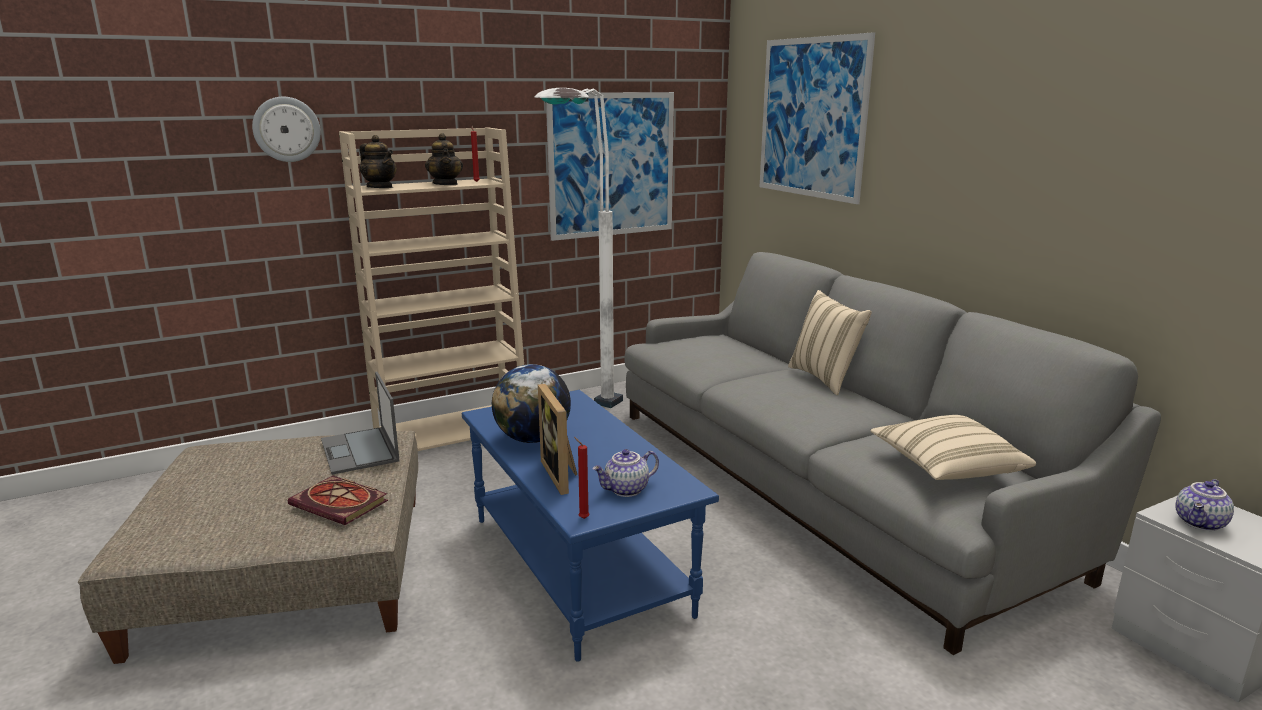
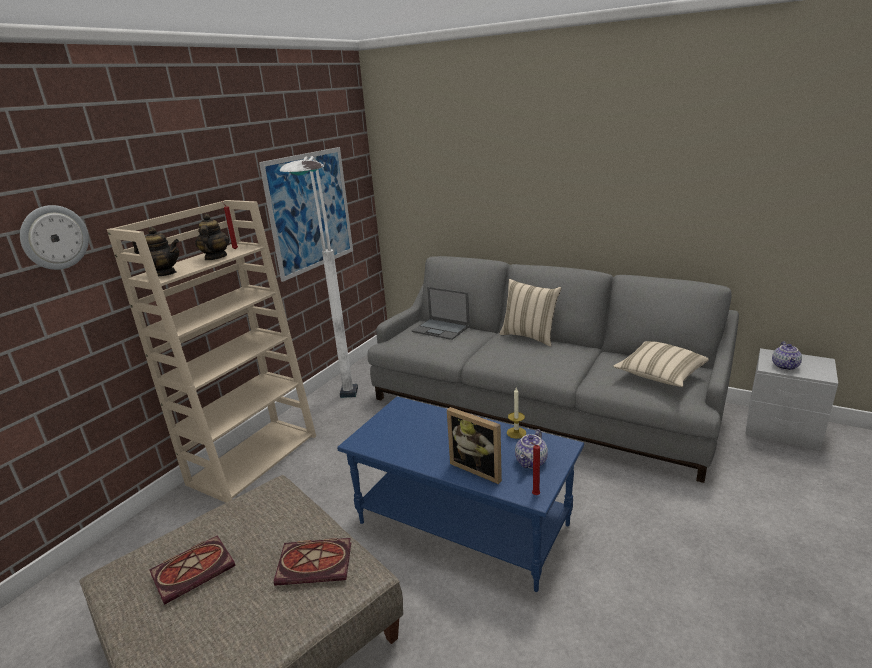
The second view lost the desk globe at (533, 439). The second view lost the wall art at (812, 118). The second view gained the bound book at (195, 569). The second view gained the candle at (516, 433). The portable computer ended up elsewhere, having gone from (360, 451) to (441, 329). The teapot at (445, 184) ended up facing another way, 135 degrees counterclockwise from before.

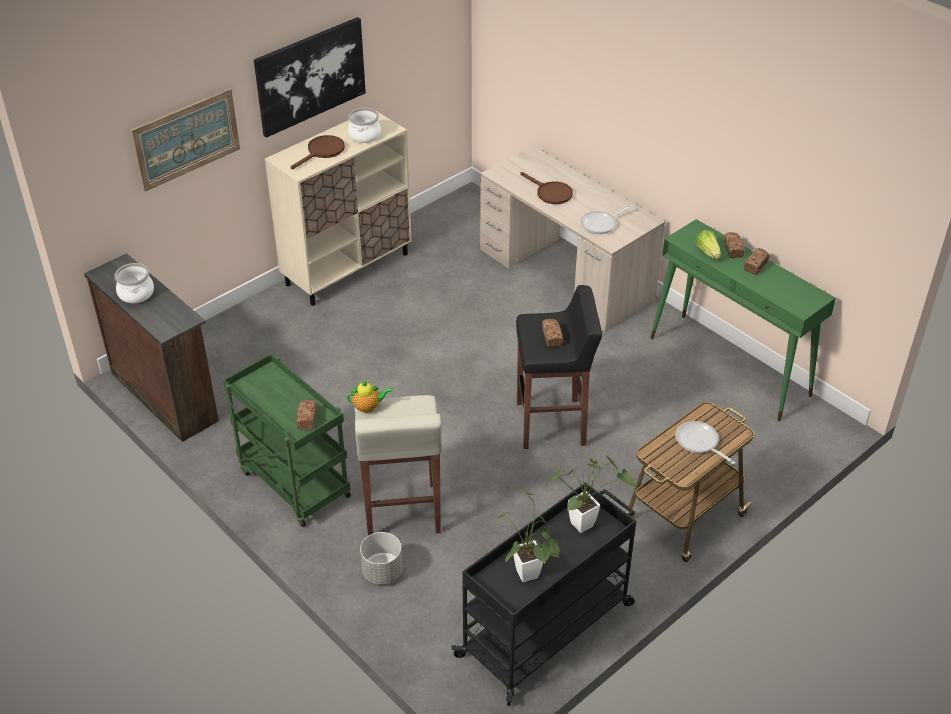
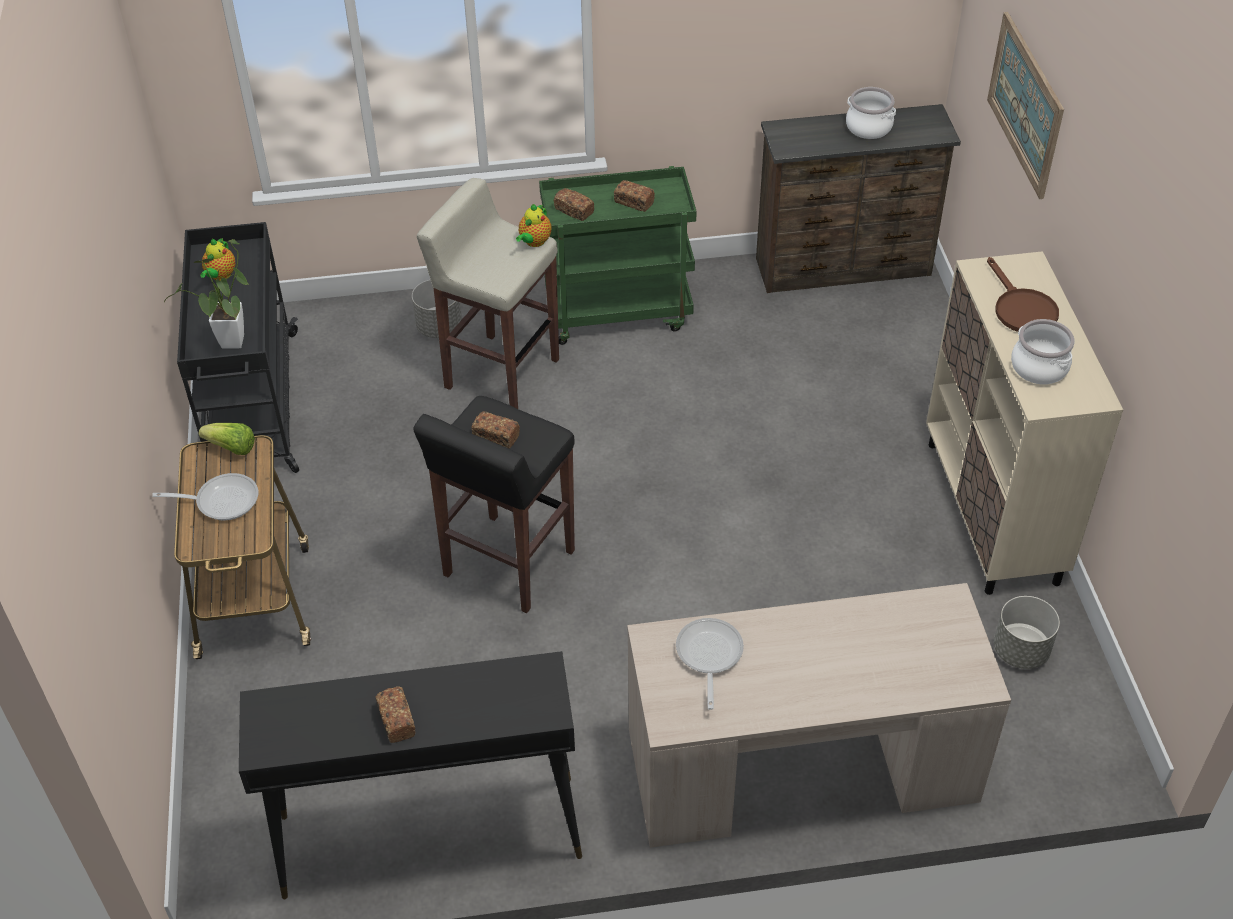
The second view lost the wall art at (310, 76). The second view lost the pan/brown at (550, 193). The second view gained the plant pot/greyish at (1020, 650). The lettuce ended up elsewhere, having gone from (708, 252) to (231, 448). The baked bread ended up elsewhere, having gone from (733, 250) to (634, 202). Where the plant in a pot stood at (529, 578), the teapot came to stand at (220, 276). What was the console table/green at (730, 366) turned into the console table/blackish at (428, 837).

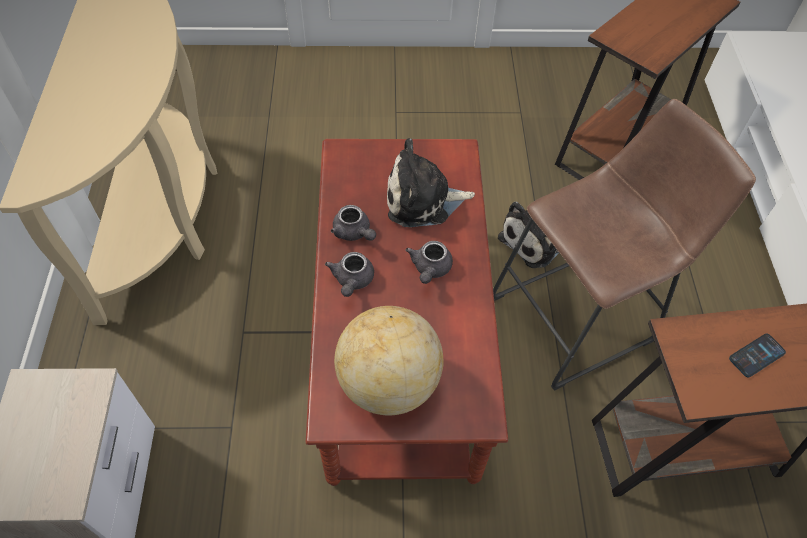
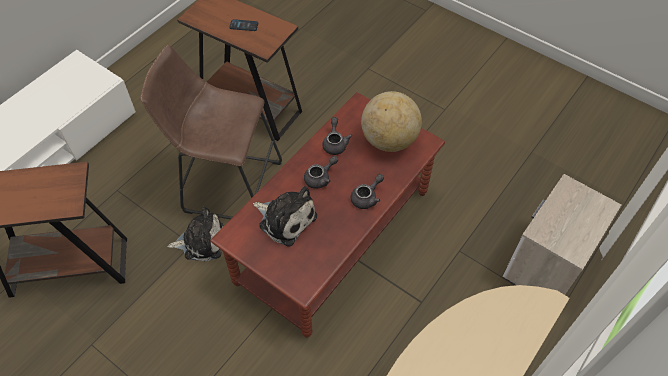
The teapot/greyish ended up elsewhere, having gone from (354, 233) to (335, 143).

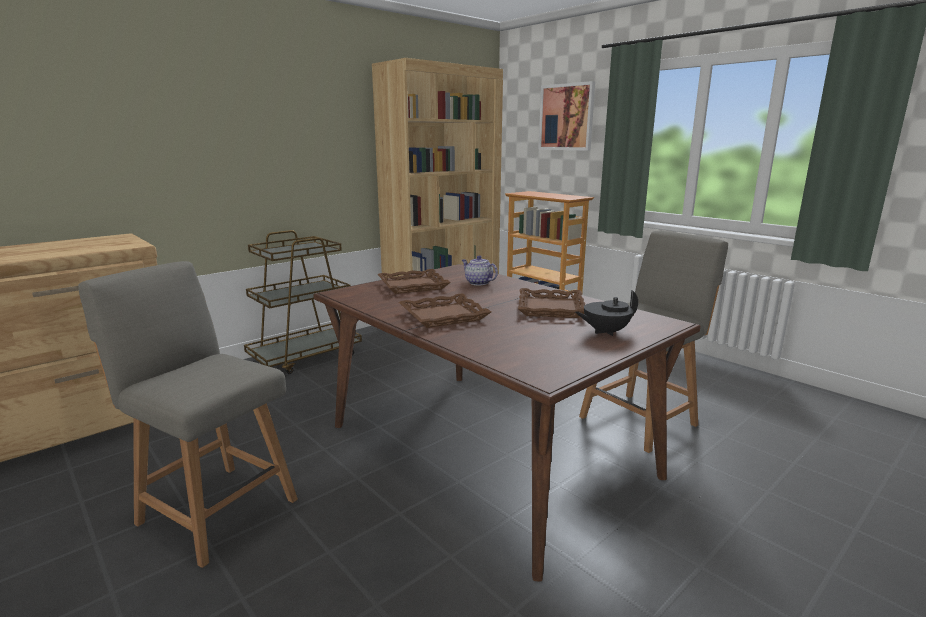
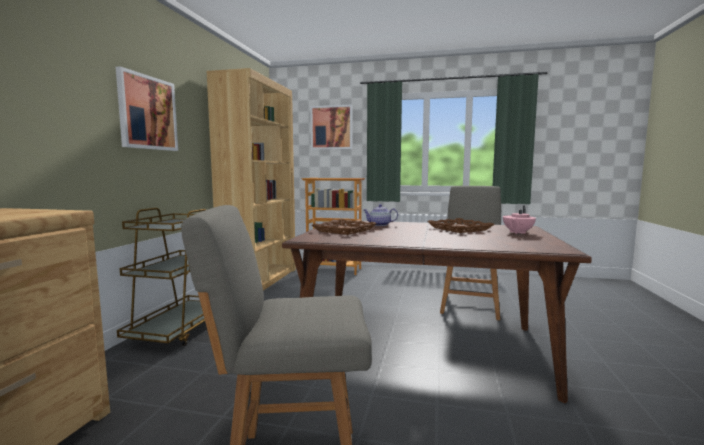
The second view lost the tray/brown at (443, 316). The second view gained the wall art at (147, 113). What was the teapot/blackish at (605, 332) turned into the teapot/pink at (517, 233).

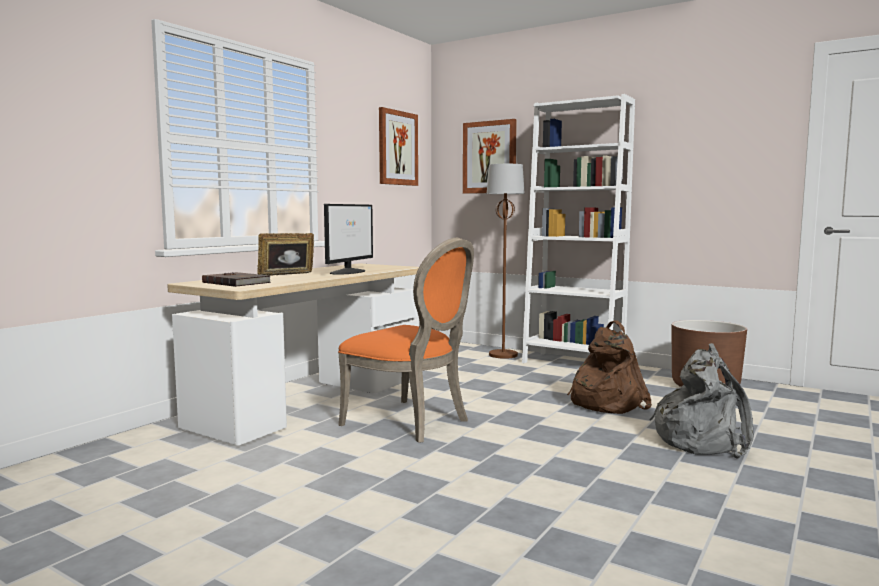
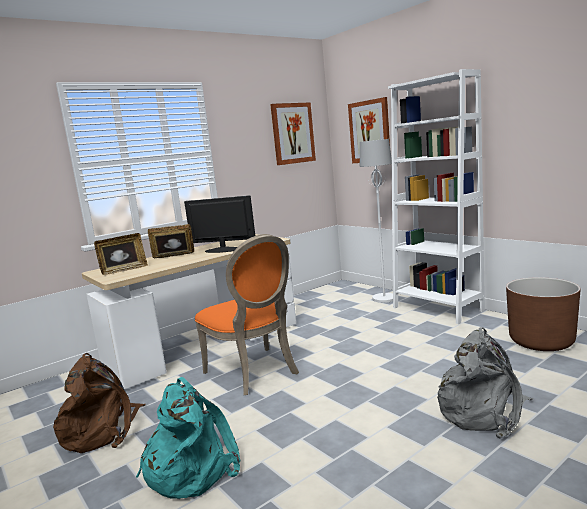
The second view gained the knapsack/turquoise-coloured at (191, 468). The knapsack/brown ended up elsewhere, having gone from (605, 403) to (102, 430). Where the bound book/brown stood at (237, 282), the picture frame came to stand at (124, 270). What was the standard lamp/brown at (503, 355) turned into the standard lamp/whitish at (384, 298). The computer display at (348, 272) ended up facing another way, 120 degrees counterclockwise from before.

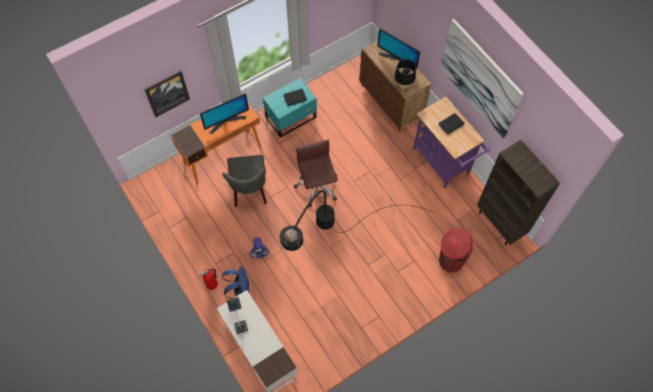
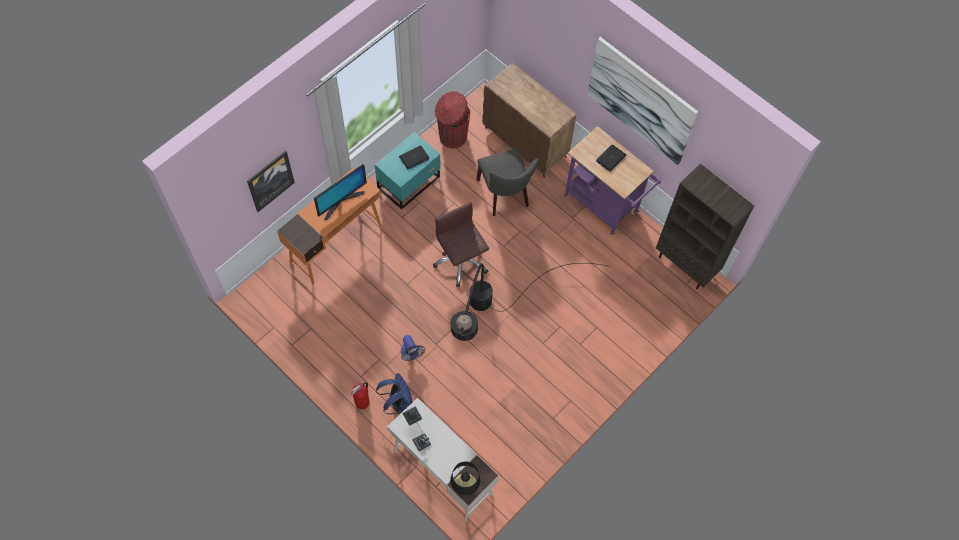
The second view lost the computer display at (397, 60). The upright chair/greyish ended up elsewhere, having gone from (250, 191) to (504, 195). The table lamp/blackish ended up elsewhere, having gone from (403, 85) to (465, 486). The waste bin/red-coloured ended up elsewhere, having gone from (450, 261) to (452, 137).

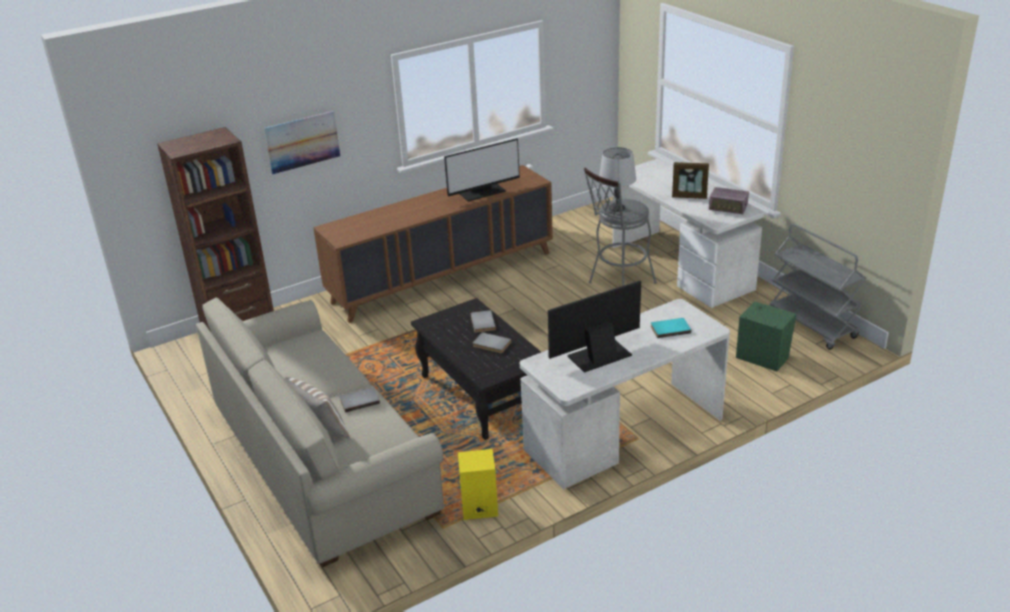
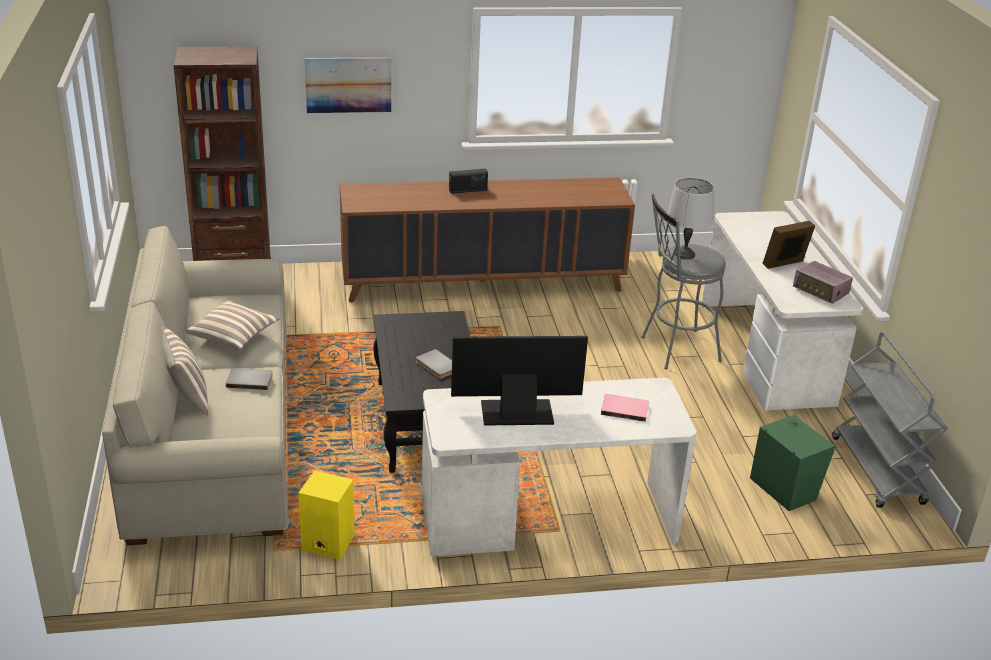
The second view lost the computer display at (482, 192). The second view lost the bound book/greyish at (481, 323). The second view gained the pillow at (234, 336). The second view gained the radio receiver at (468, 190). What was the bound book/turquoise-coloured at (670, 329) turned into the bound book/pink at (625, 409). The picture frame at (689, 196) ended up facing another way, 120 degrees clockwise from before.

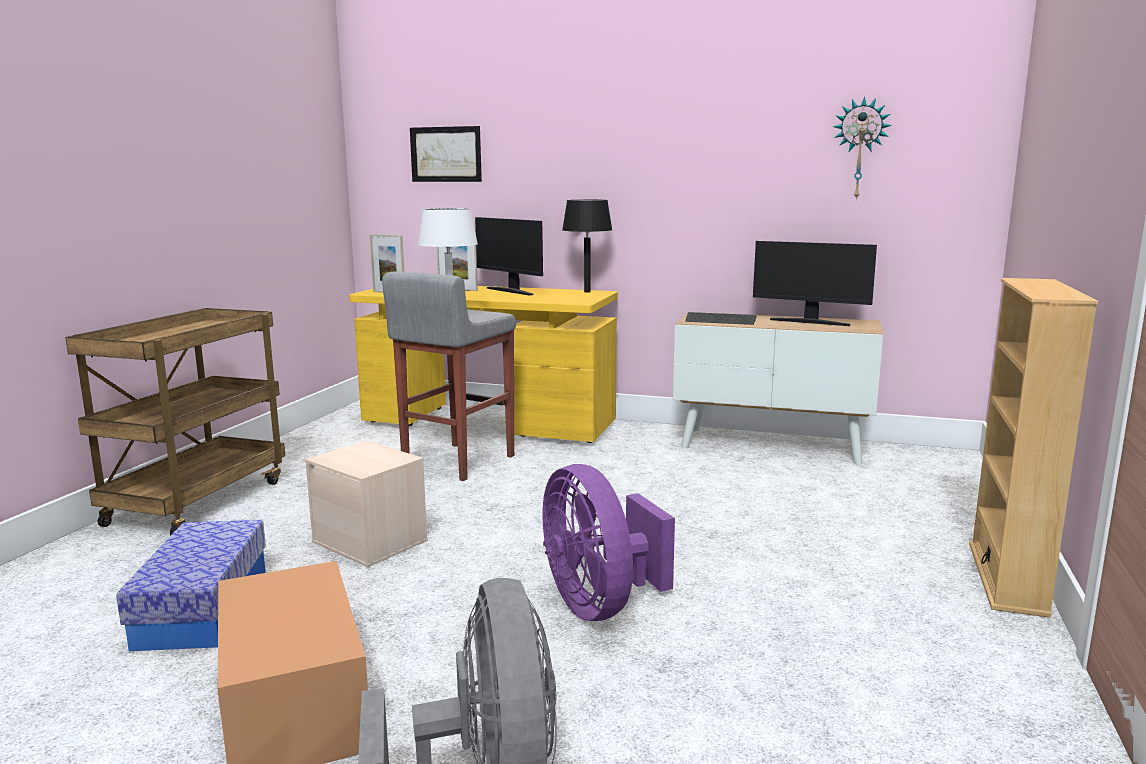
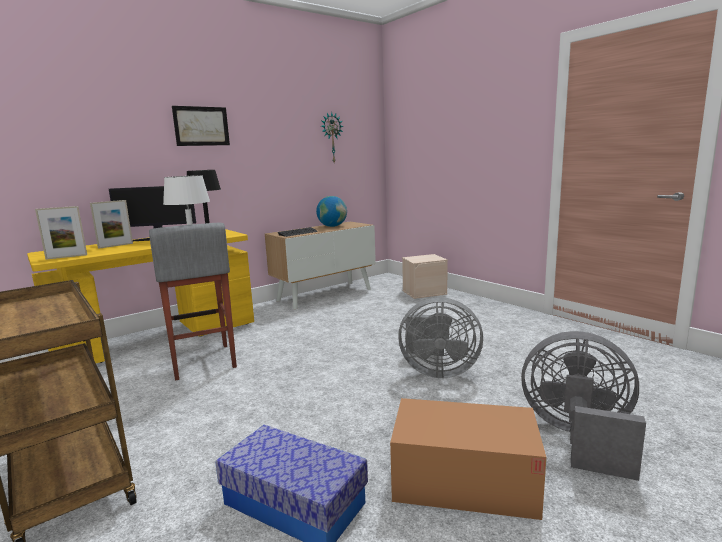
The second view lost the bookshelf/sand-coloured at (1007, 578). The storage box/sand-coloured ended up elsewhere, having gone from (371, 541) to (424, 292). The wall art ended up elsewhere, having gone from (446, 154) to (201, 126). Where the computer display stood at (809, 322), the desk globe came to stand at (332, 226). What was the electric fan/purple-coloured at (600, 604) turned into the electric fan/greyish at (436, 371).

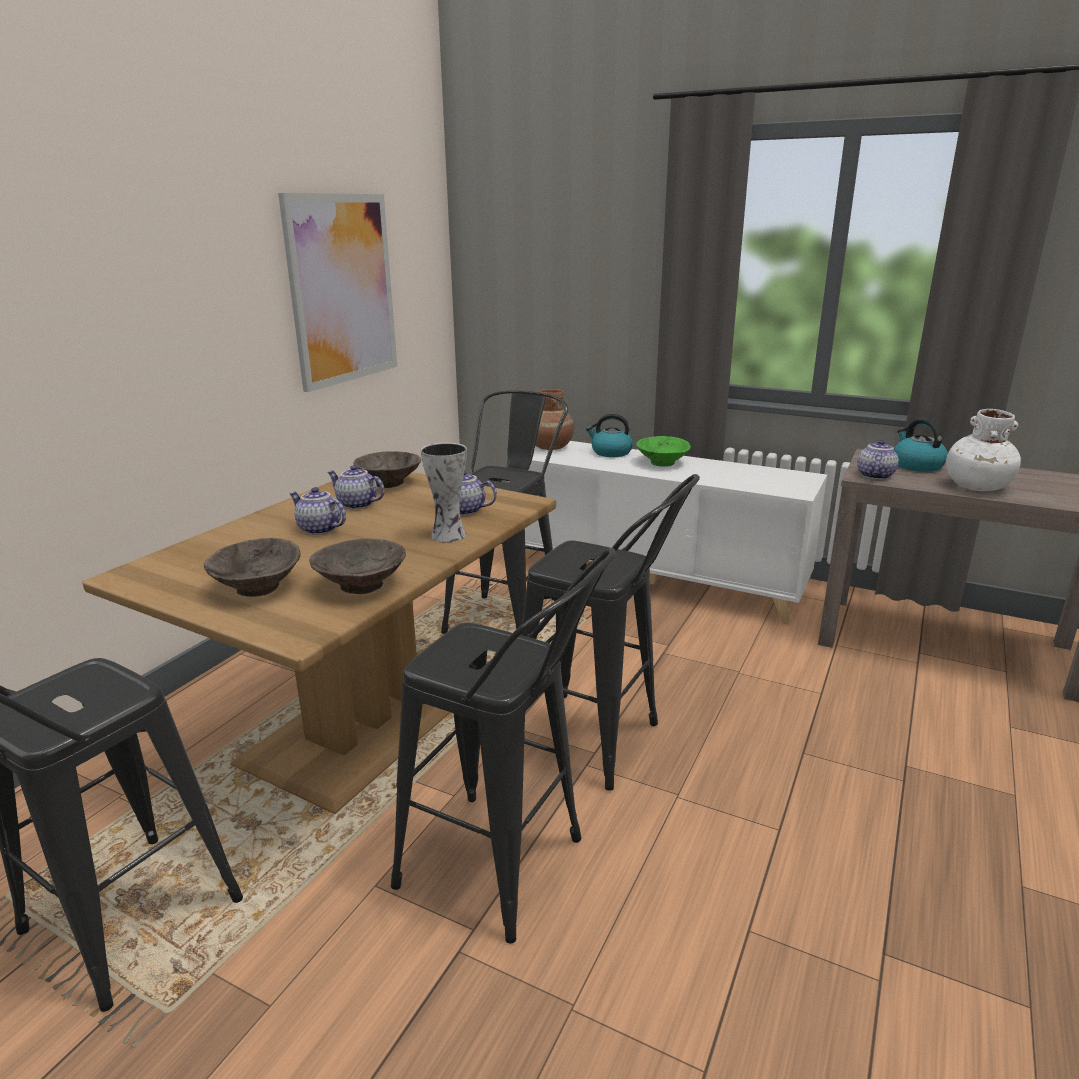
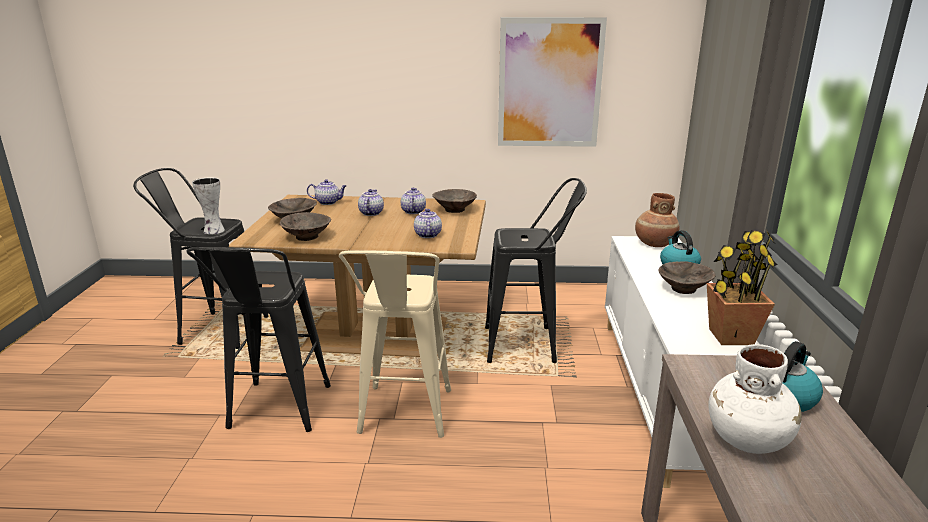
The second view gained the plant in a pot at (730, 336). The flower vase ended up elsewhere, having gone from (449, 536) to (213, 231). The teapot ended up elsewhere, having gone from (874, 475) to (328, 202). What was the sitting stool/blackish at (600, 744) turned into the sitting stool/sand-coloured at (403, 418). What was the serving bowl/green at (662, 463) turned into the serving bowl/brown at (683, 289).

